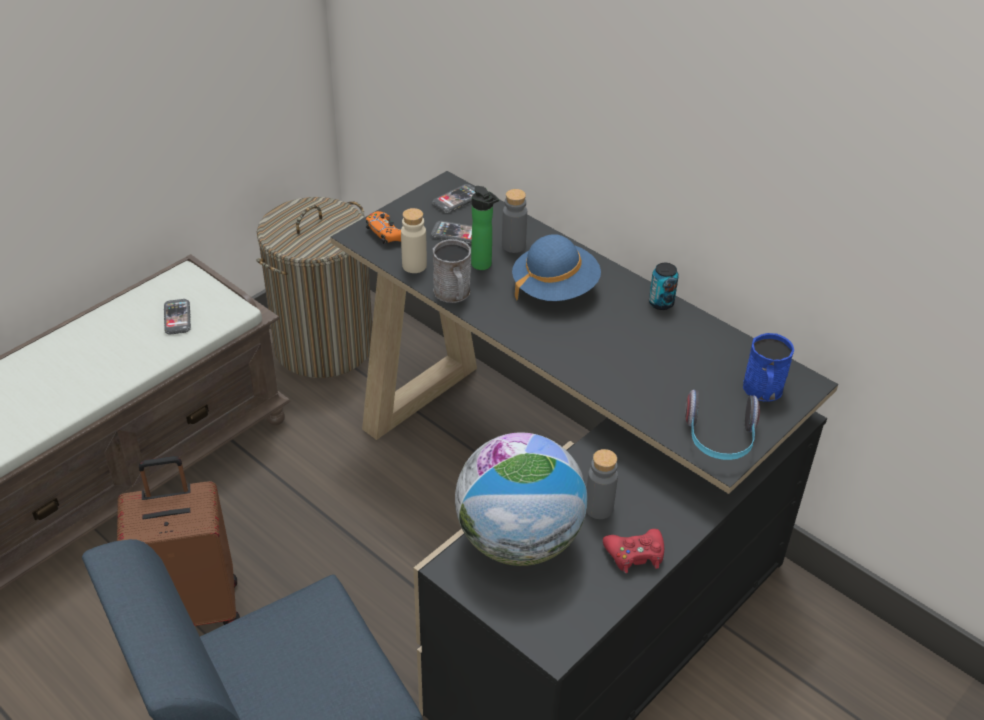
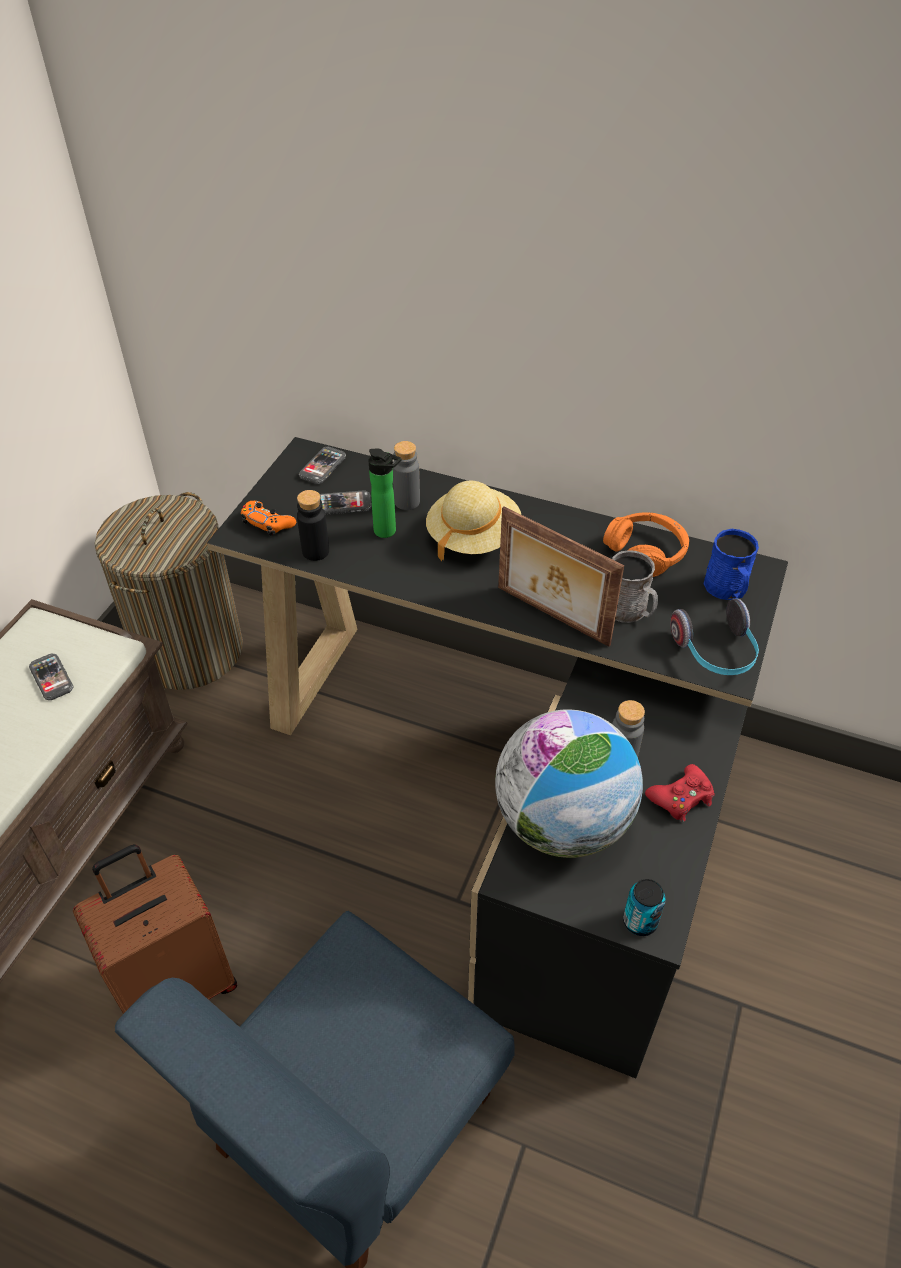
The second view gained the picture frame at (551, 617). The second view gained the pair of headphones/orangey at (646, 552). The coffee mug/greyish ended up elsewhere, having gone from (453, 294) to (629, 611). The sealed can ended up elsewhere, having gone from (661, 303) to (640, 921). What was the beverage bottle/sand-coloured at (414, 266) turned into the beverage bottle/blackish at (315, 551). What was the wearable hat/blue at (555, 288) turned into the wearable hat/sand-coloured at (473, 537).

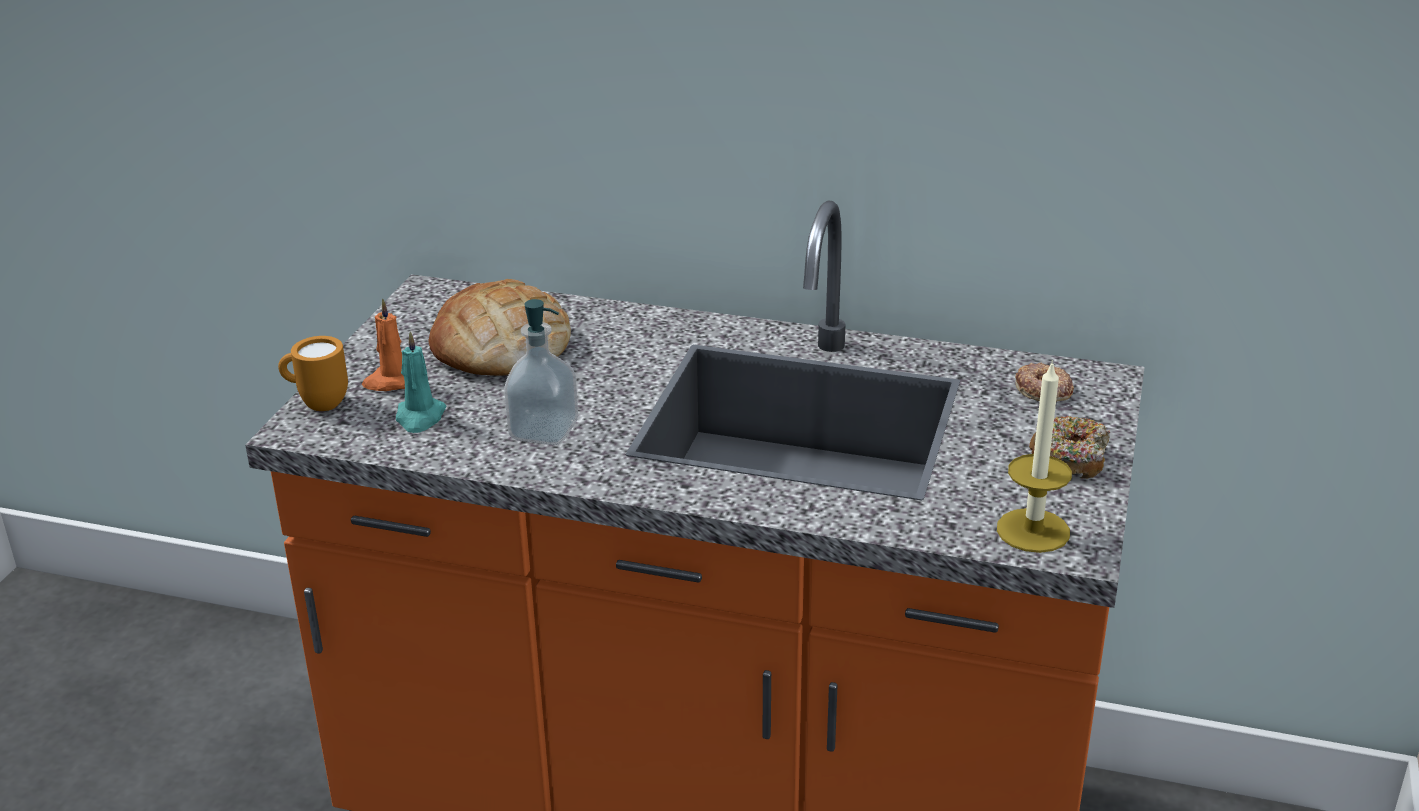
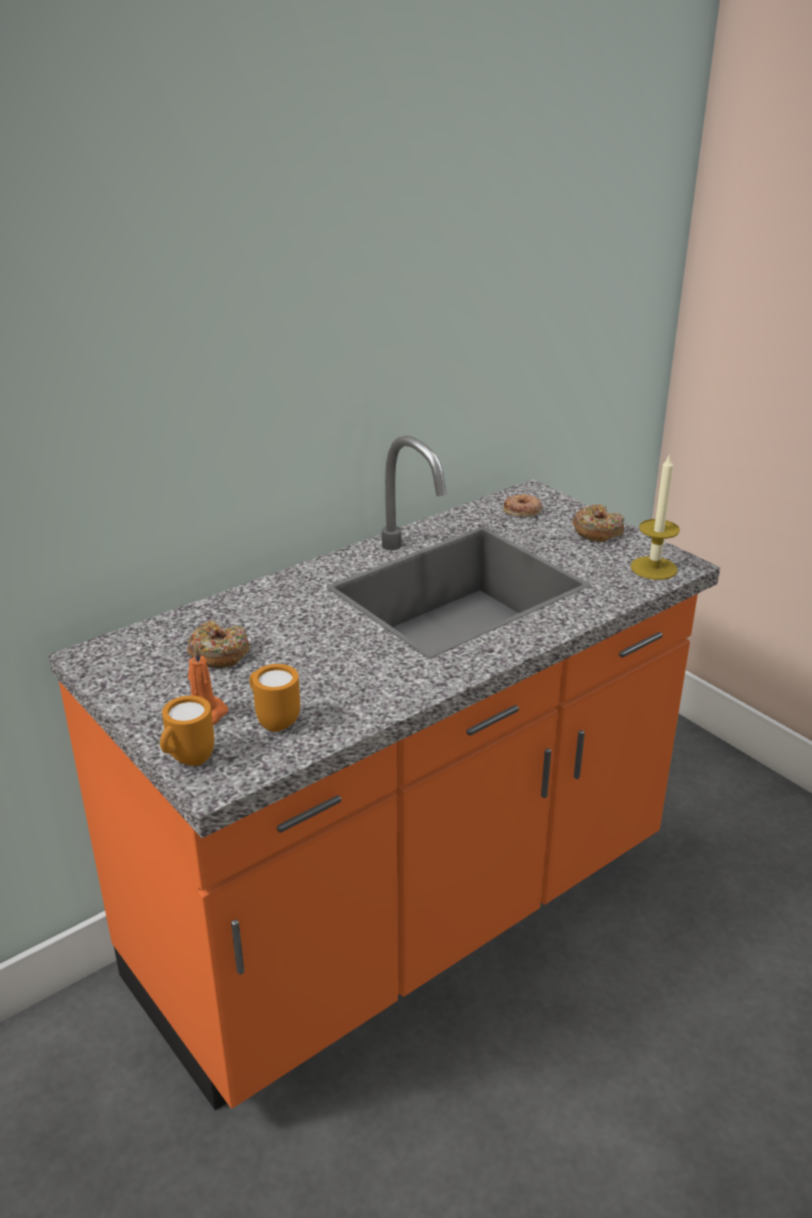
The second view lost the soap dispenser at (543, 431). Where the candle/turquoise-coloured stood at (420, 417), the coffee mug/orangey came to stand at (274, 721). Where the baked bread stood at (500, 345), the donut came to stand at (219, 653).

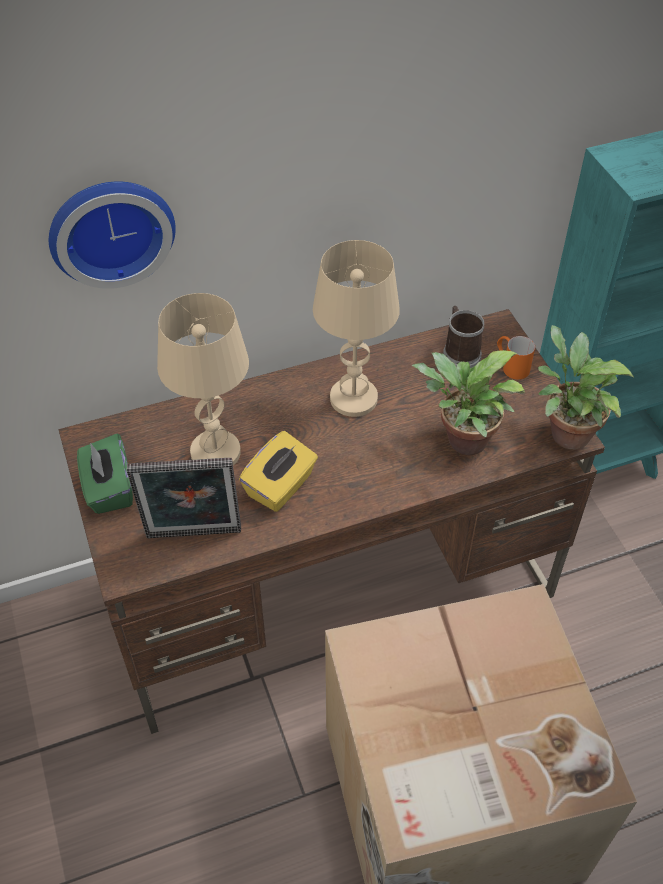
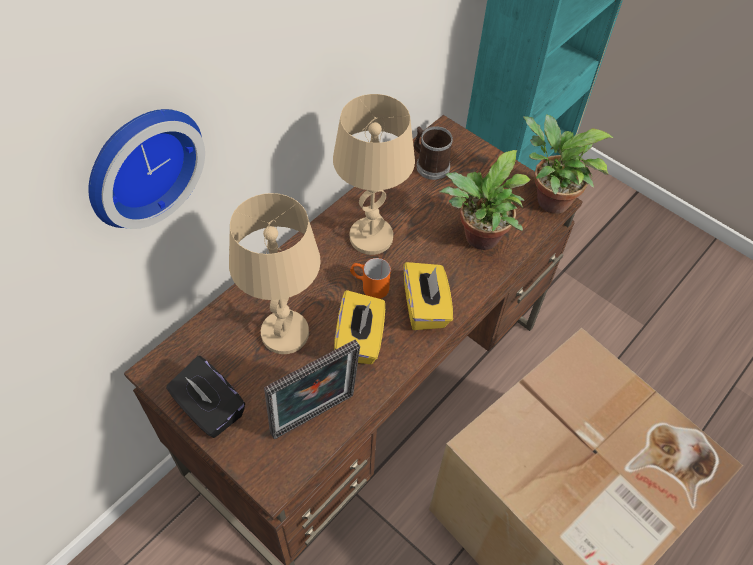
The second view gained the tissue box/yellow-coloured at (425, 307). The coffee mug/orangey ended up elsewhere, having gone from (511, 365) to (369, 285). What was the tissue box/green at (109, 489) turned into the tissue box/blackish at (209, 409).

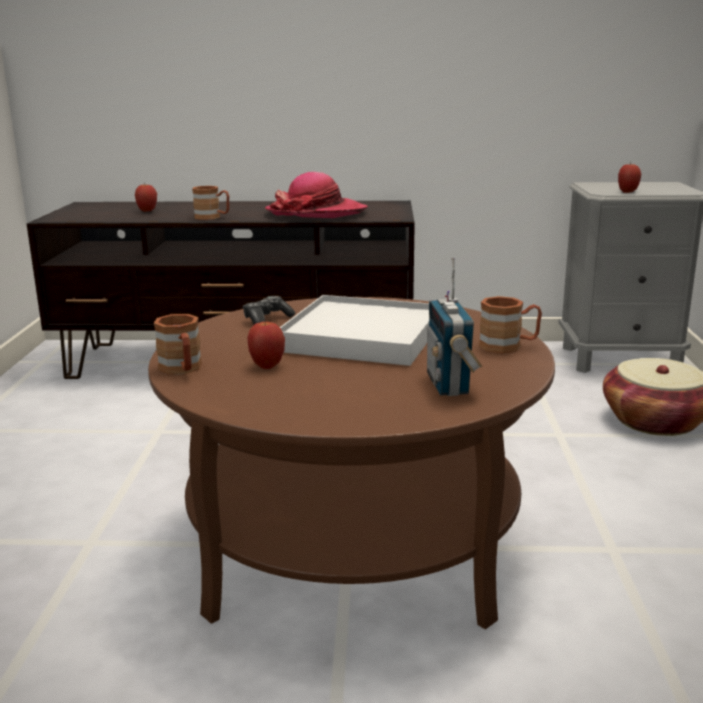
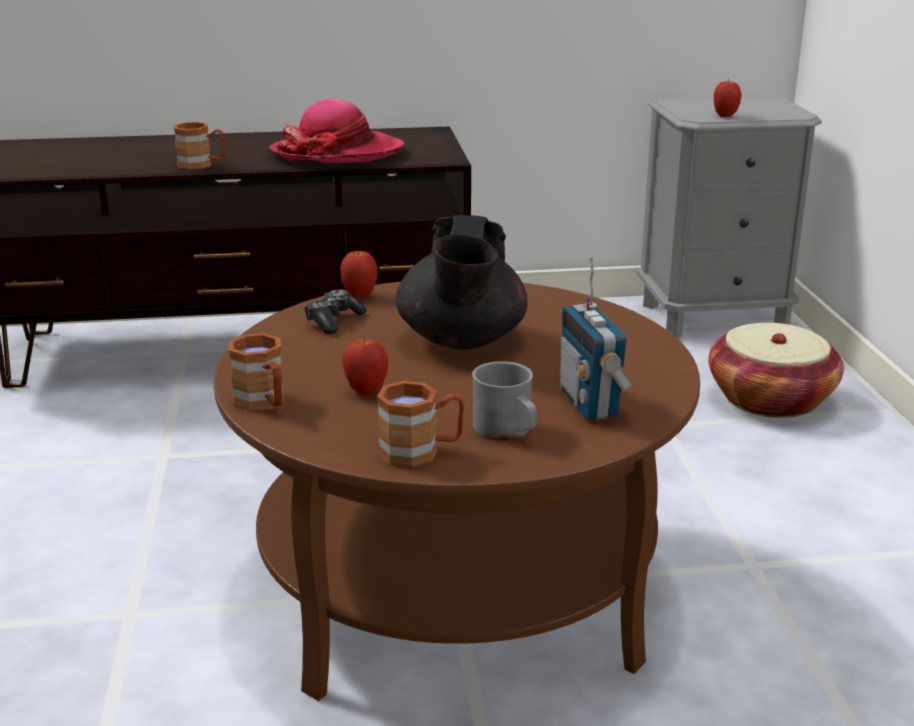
The second view gained the coffee mug/greyish at (507, 431). The apple fruit ended up elsewhere, having gone from (147, 211) to (359, 296). The coffee mug/brown ended up elsewhere, having gone from (509, 346) to (421, 451). Where the tray/whitish stood at (362, 337), the teapot/blackish came to stand at (461, 341).

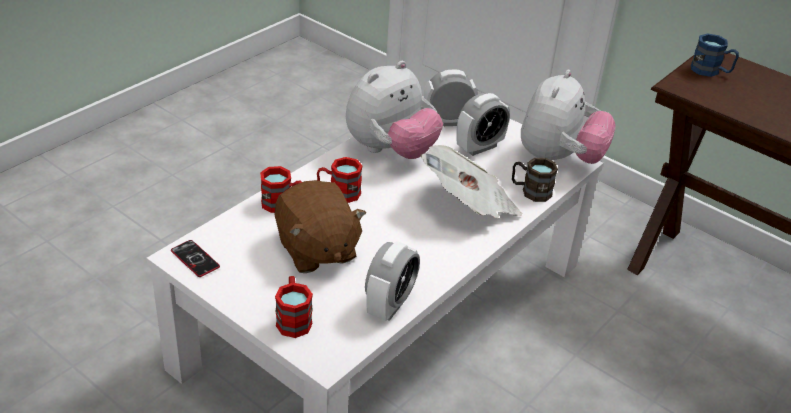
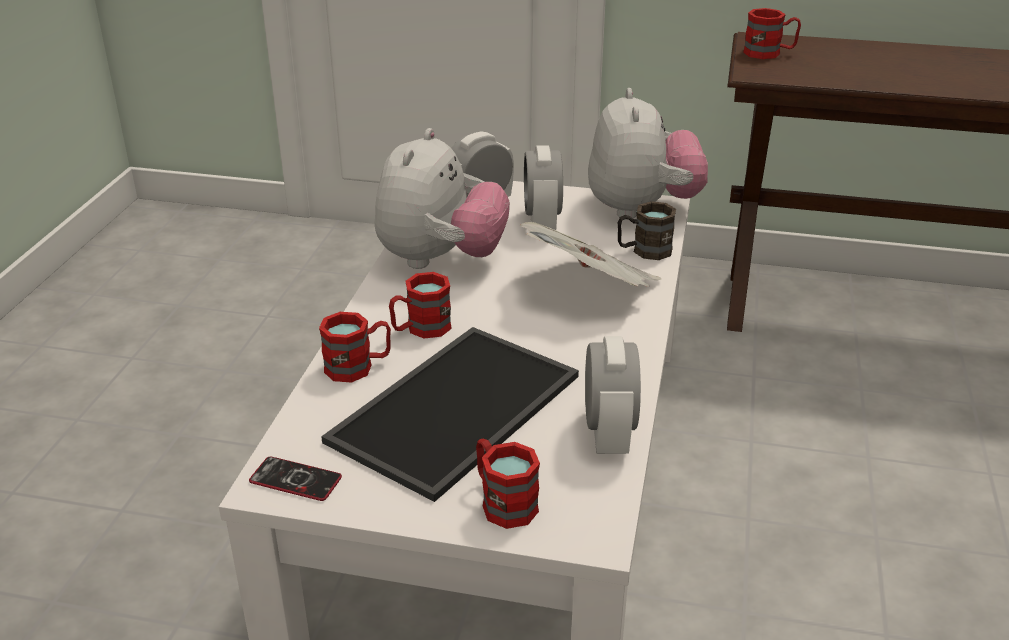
Where the cuddly toy/brown stood at (316, 250), the tray came to stand at (454, 406). What was the coffee mug/blue at (710, 71) turned into the coffee mug/red-coloured at (769, 53). The alarm clock at (479, 147) ended up facing another way, 150 degrees clockwise from before.

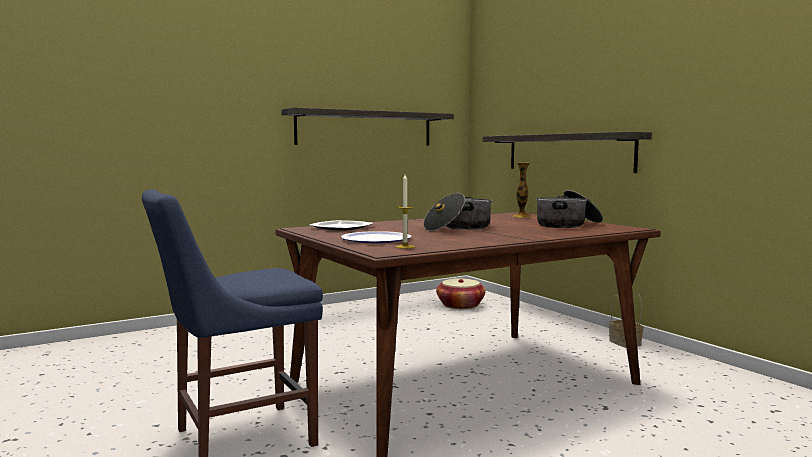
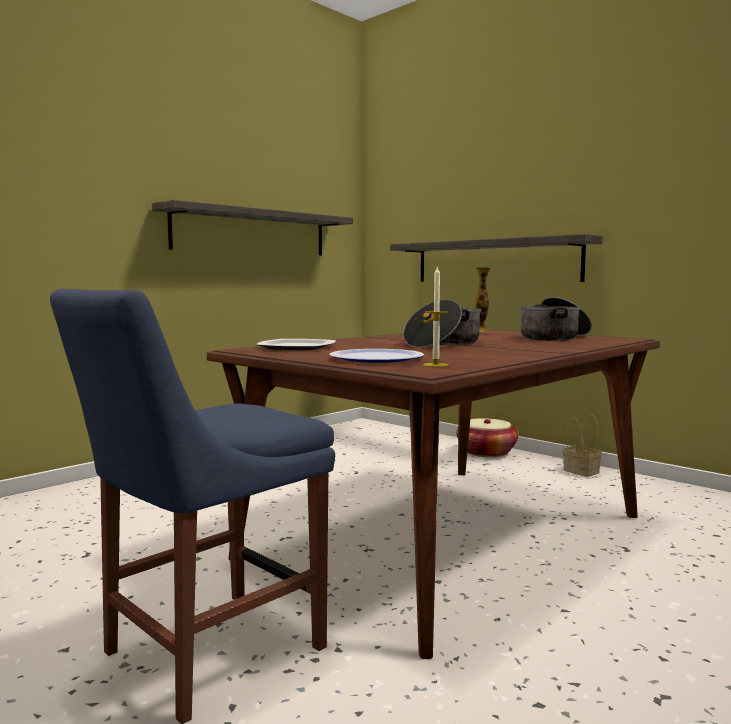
The basket ended up elsewhere, having gone from (460, 305) to (486, 452).

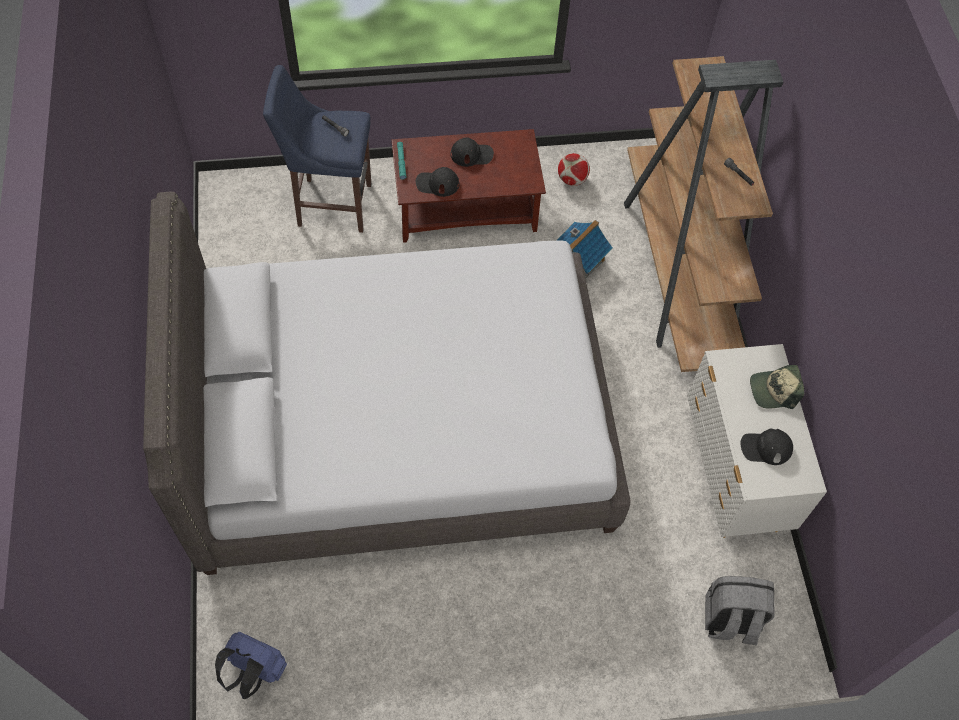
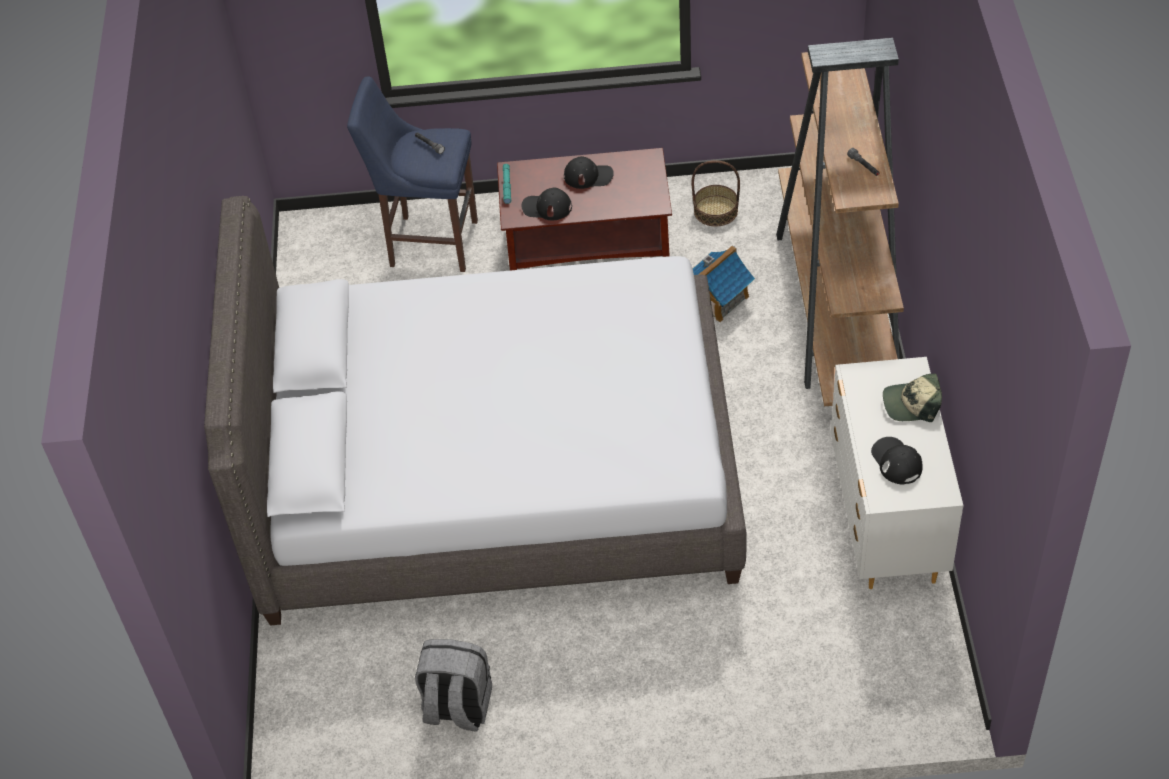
The second view lost the knapsack/blue at (255, 671). The knapsack/greyish ended up elsewhere, having gone from (730, 620) to (457, 707). Where the football stood at (572, 179), the basket came to stand at (716, 210). The baseball cap/blackish at (765, 448) ended up facing another way, 60 degrees clockwise from before.

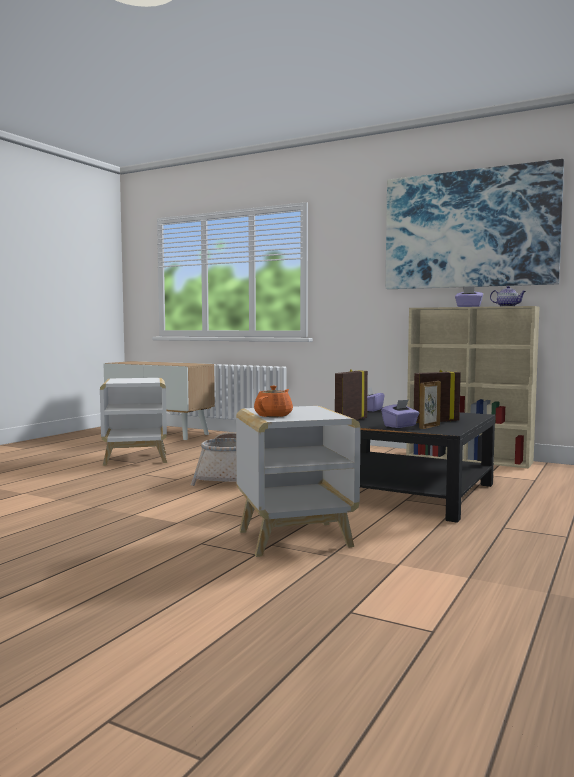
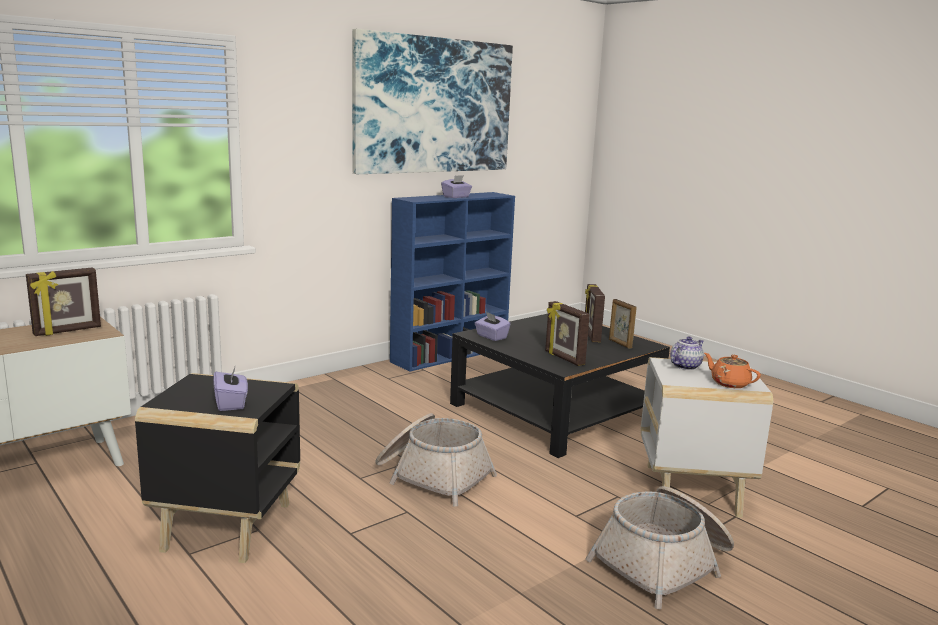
The second view gained the picture frame at (67, 331). The second view gained the basket at (664, 563). The tissue box/purple-coloured ended up elsewhere, having gone from (400, 426) to (231, 403). The teapot ended up elsewhere, having gone from (508, 306) to (685, 366). What was the end table/whitish at (137, 459) turned into the end table/blackish at (228, 525). What was the bookshelf/sand-coloured at (469, 459) turned into the bookshelf/blue at (451, 354).

